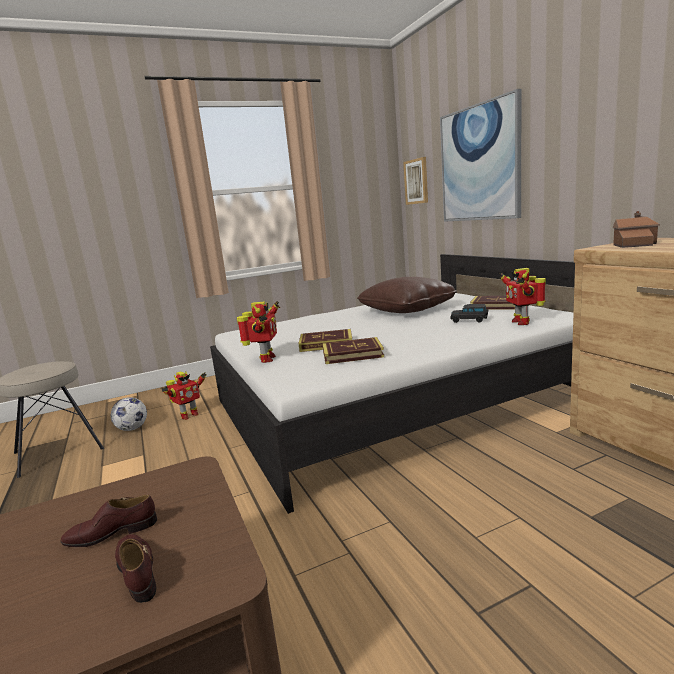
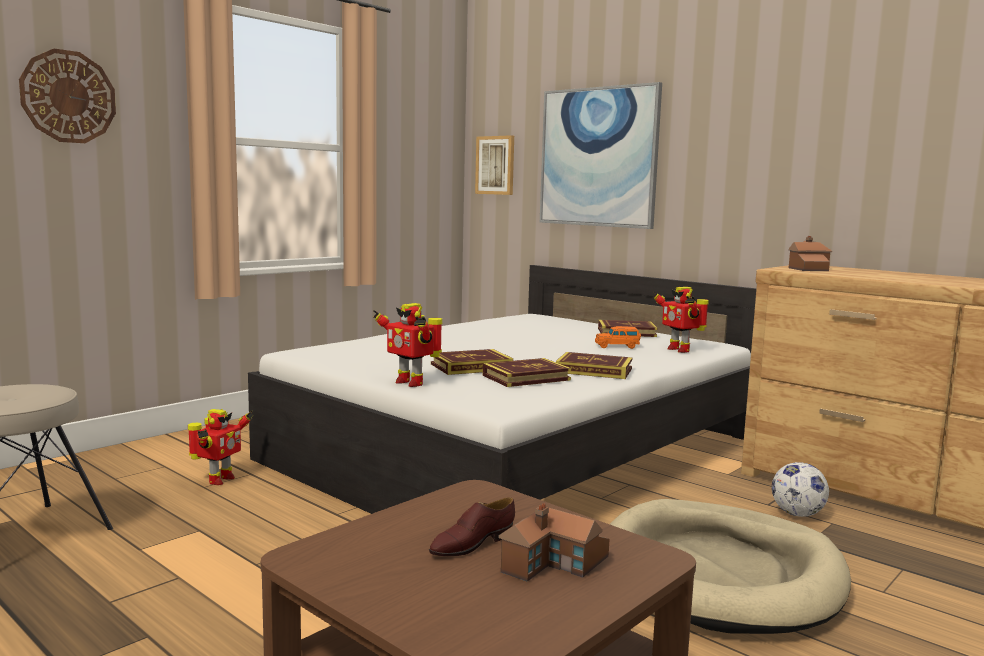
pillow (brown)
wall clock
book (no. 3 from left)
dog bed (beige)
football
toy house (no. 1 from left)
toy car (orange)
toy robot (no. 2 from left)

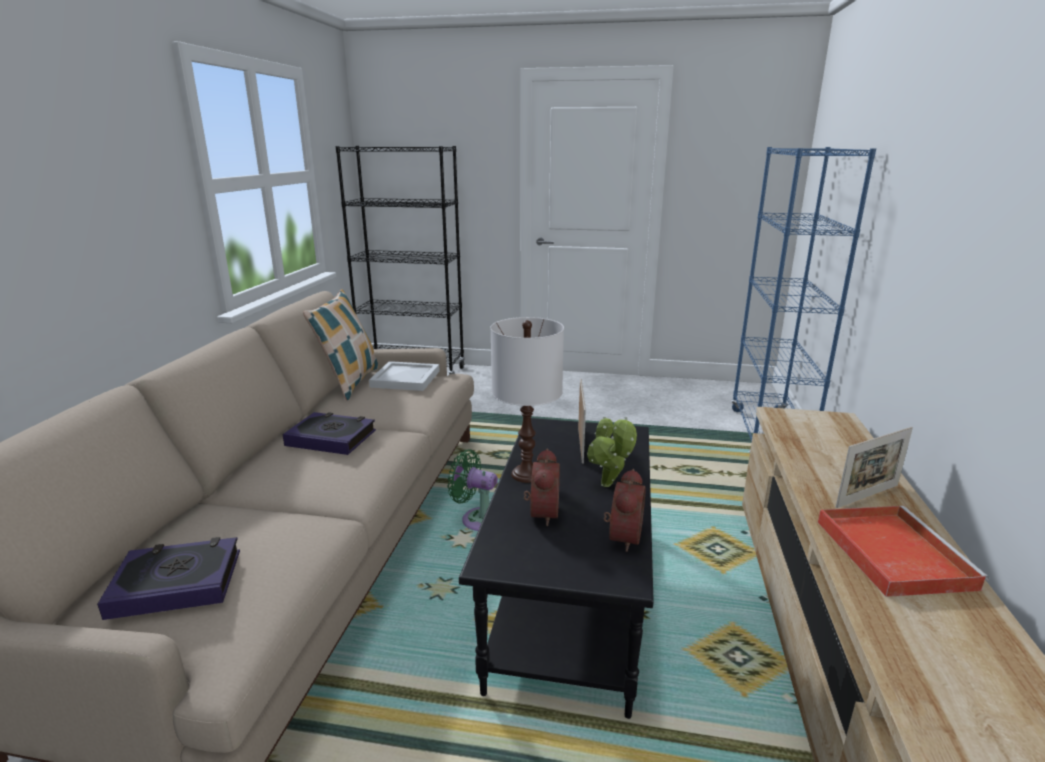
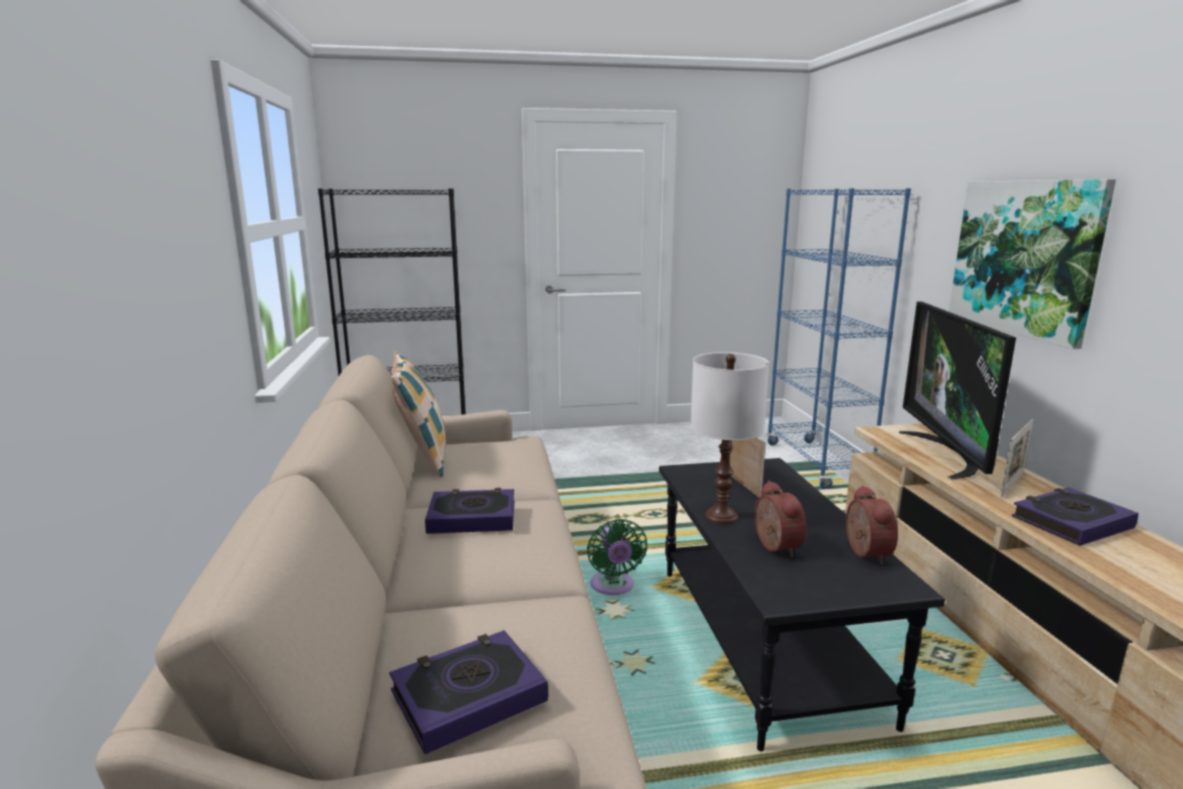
tray (white)
potted plant
television
picture
book (no. 3 from left)
fan (green)

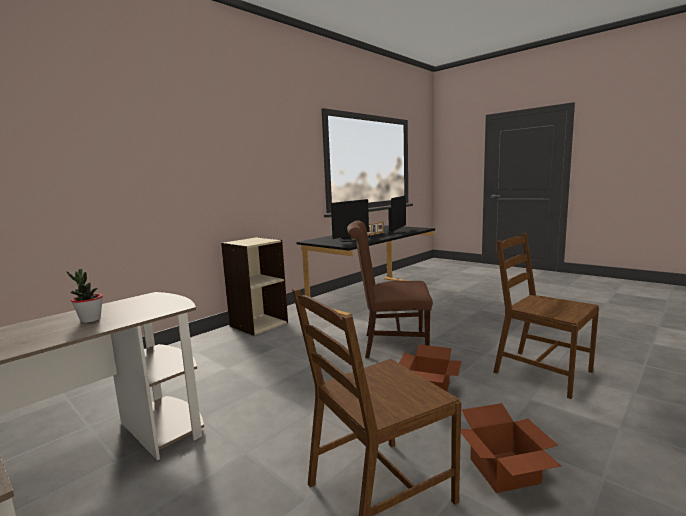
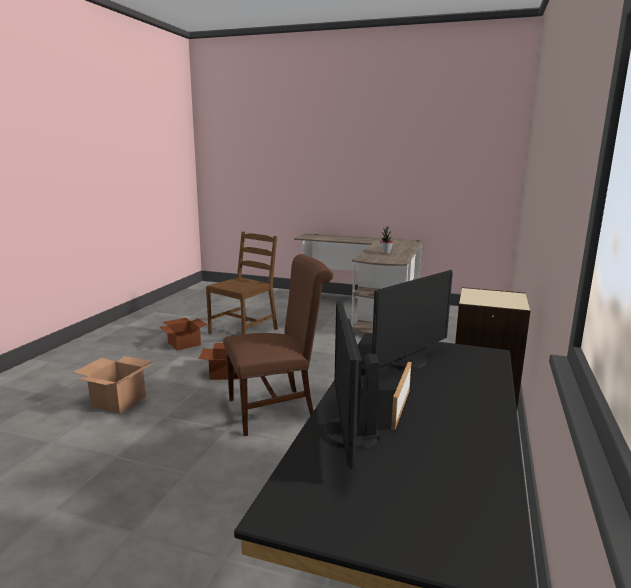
cardboard box (no. 1 from left)
monitor (no. 2 from left)

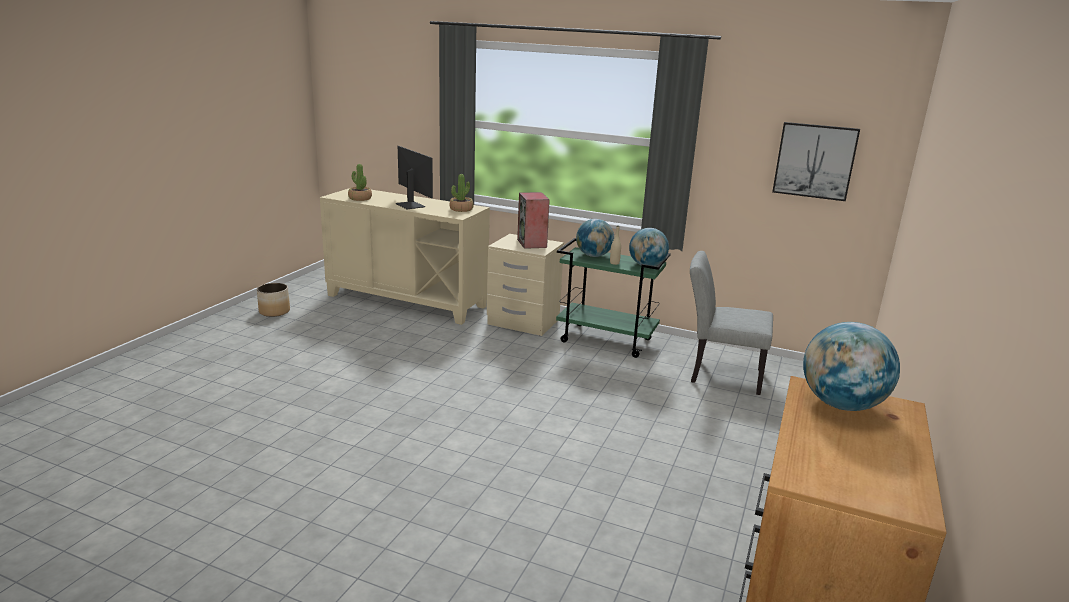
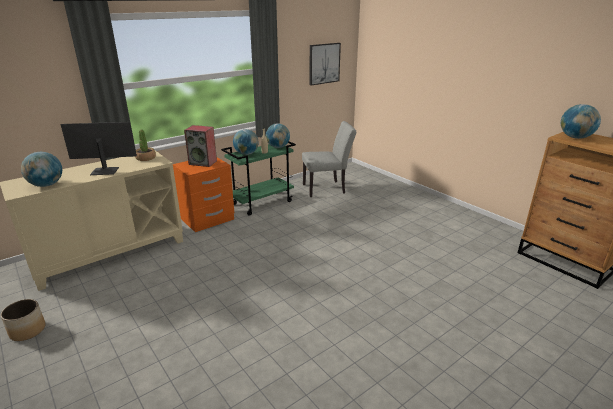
globe (no. 1 from left)
nightstand (orange)
chair (grey)

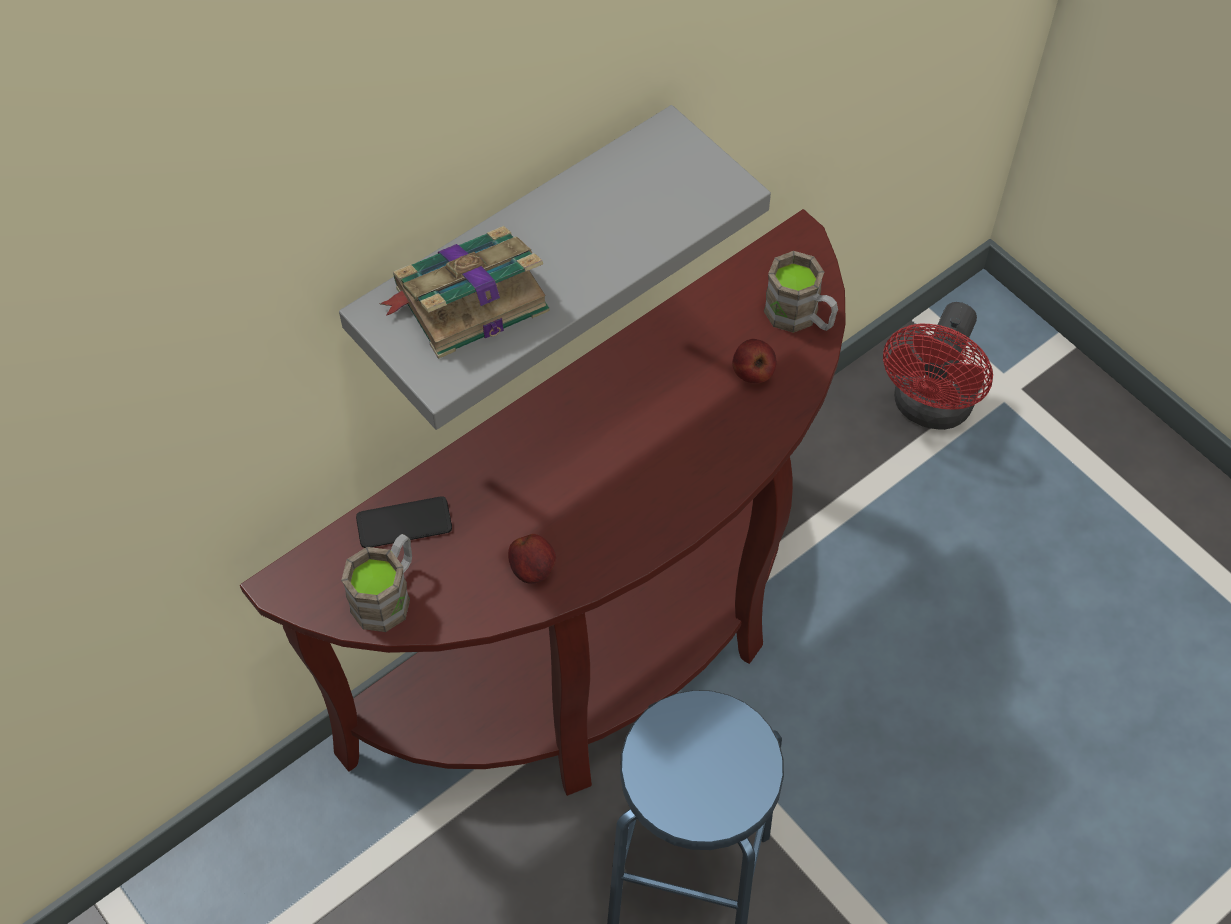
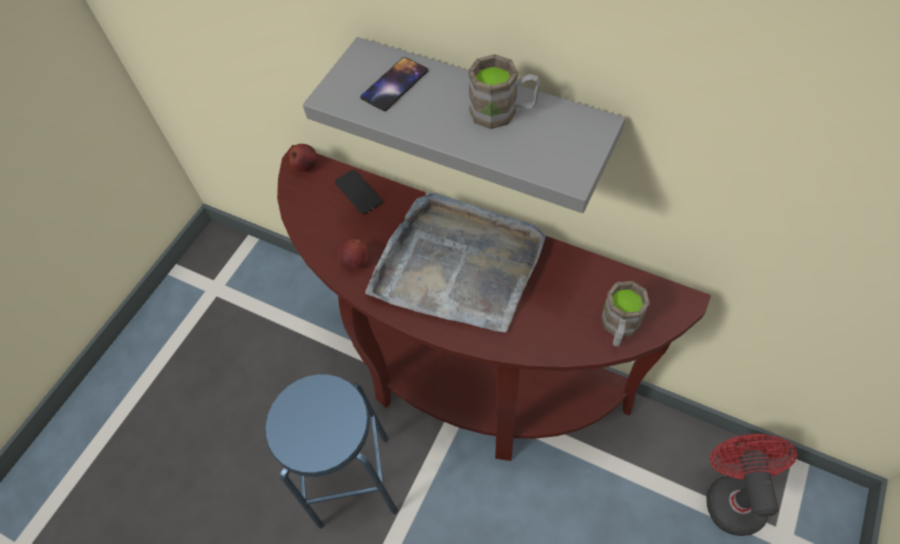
tray (grey)
mug (brown) (no. 1 from left)
apple (no. 1 from left)
phone (no. 2 from left)
fan (red)

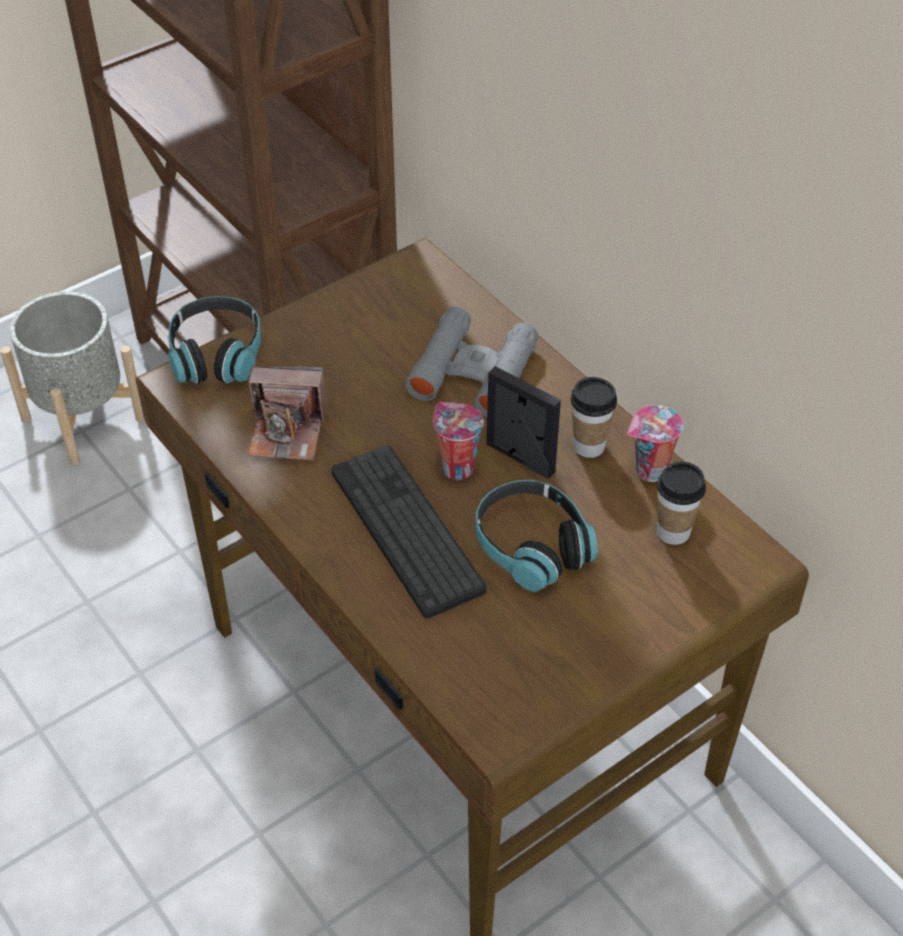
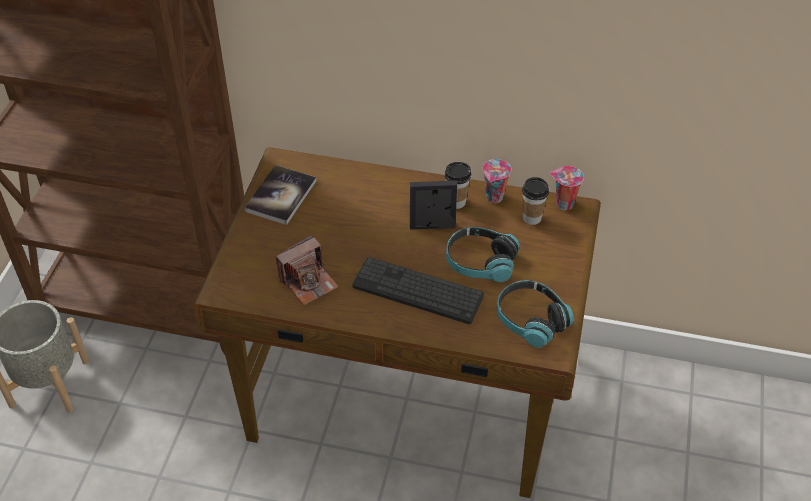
binoculars (grey)
book
headphones (no. 2 from left)
cup (no. 4 from left)

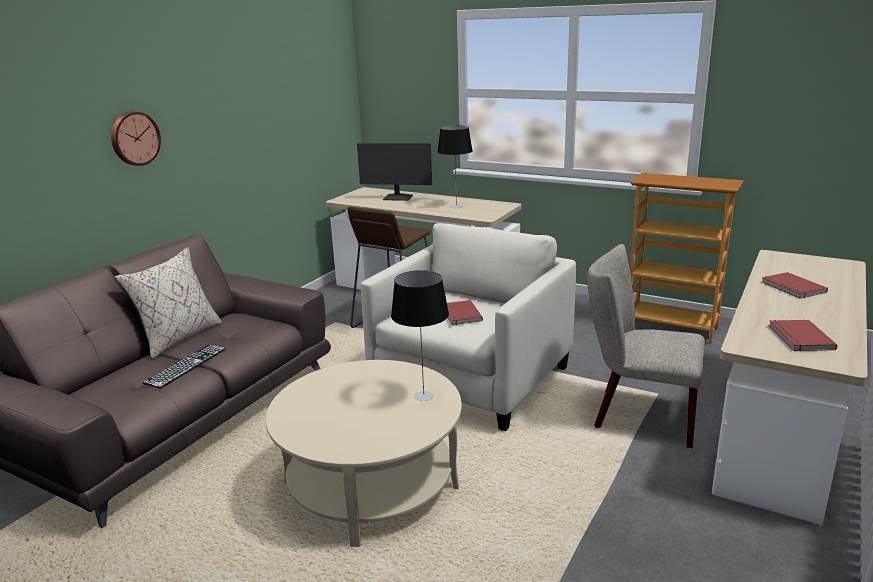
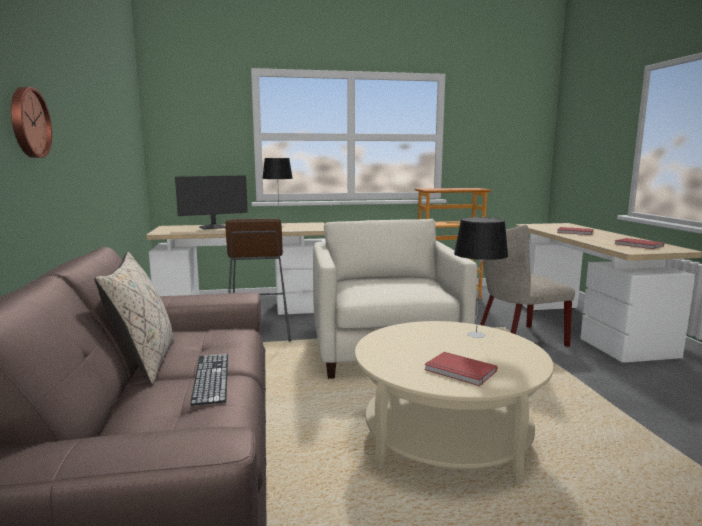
book (red) (no. 1 from left)

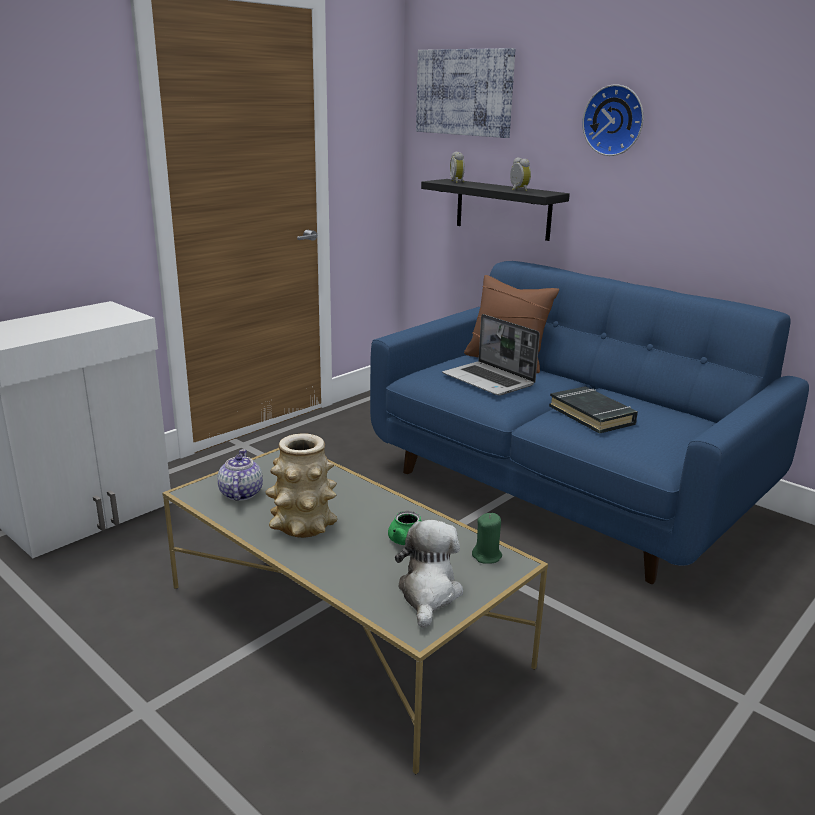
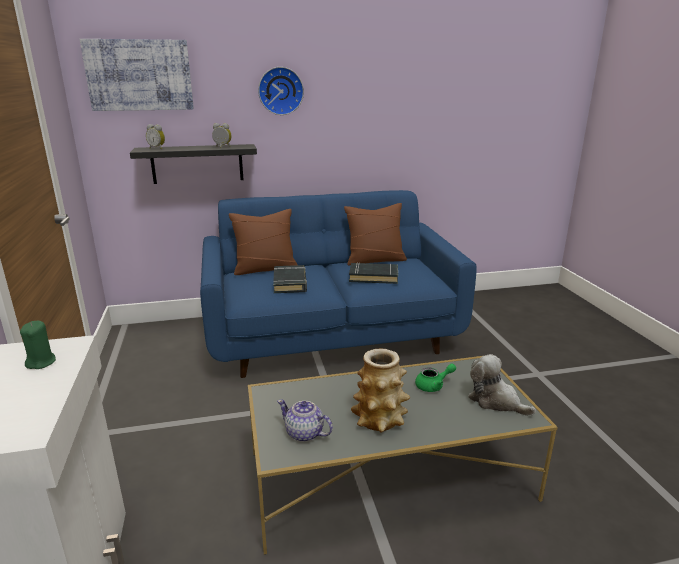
pillow (brown) (no. 2 from left)
candle (green)
book (black) (no. 1 from left)

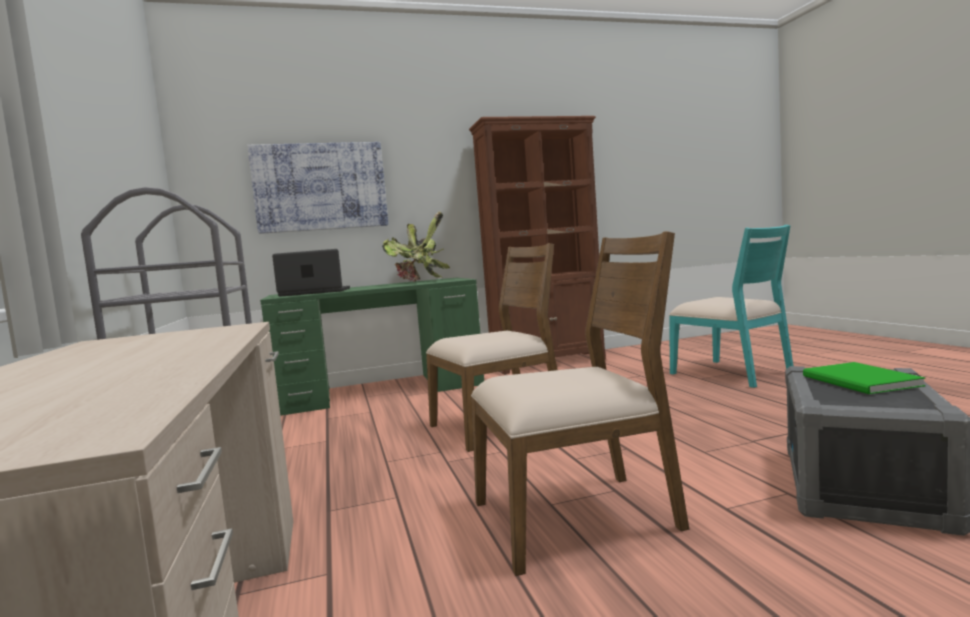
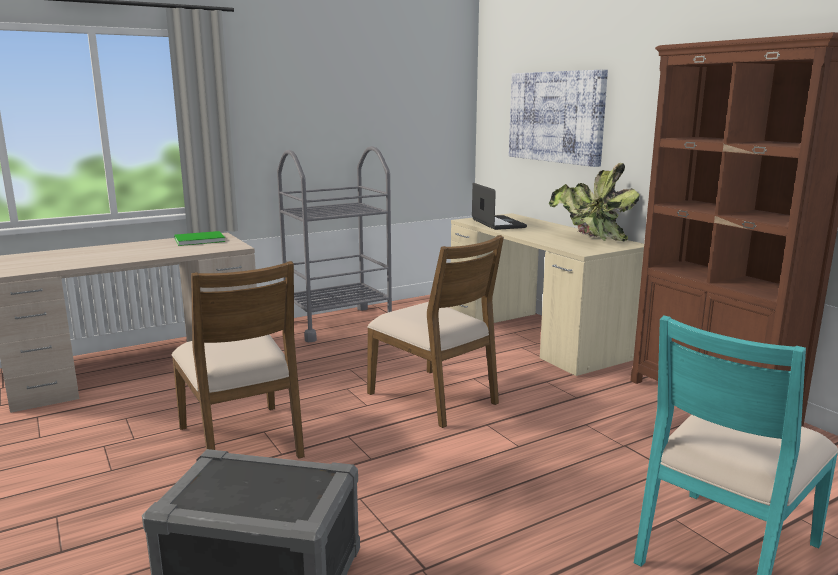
book (green)
desk (beige) (no. 2 from left)

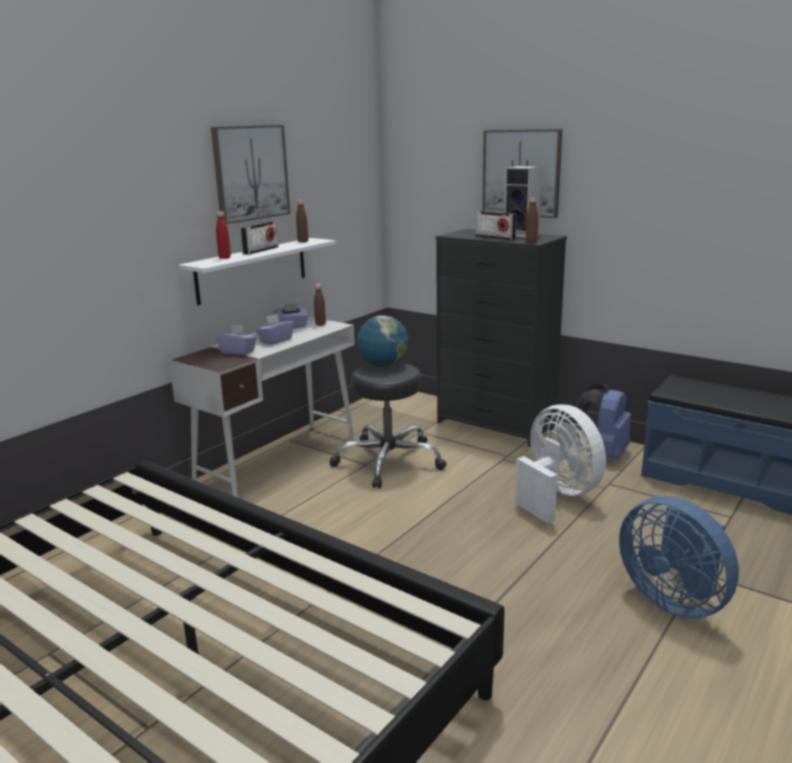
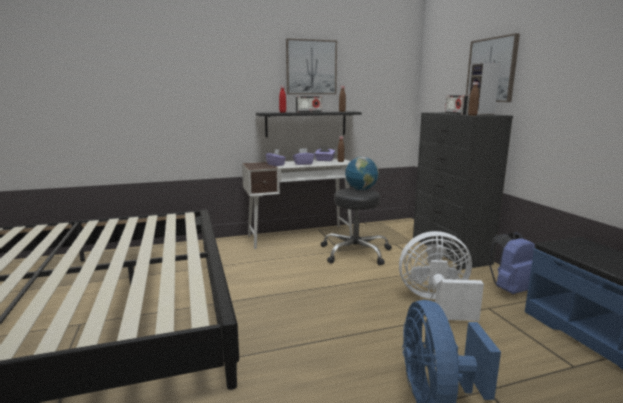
shelf (black)
fan (white)

